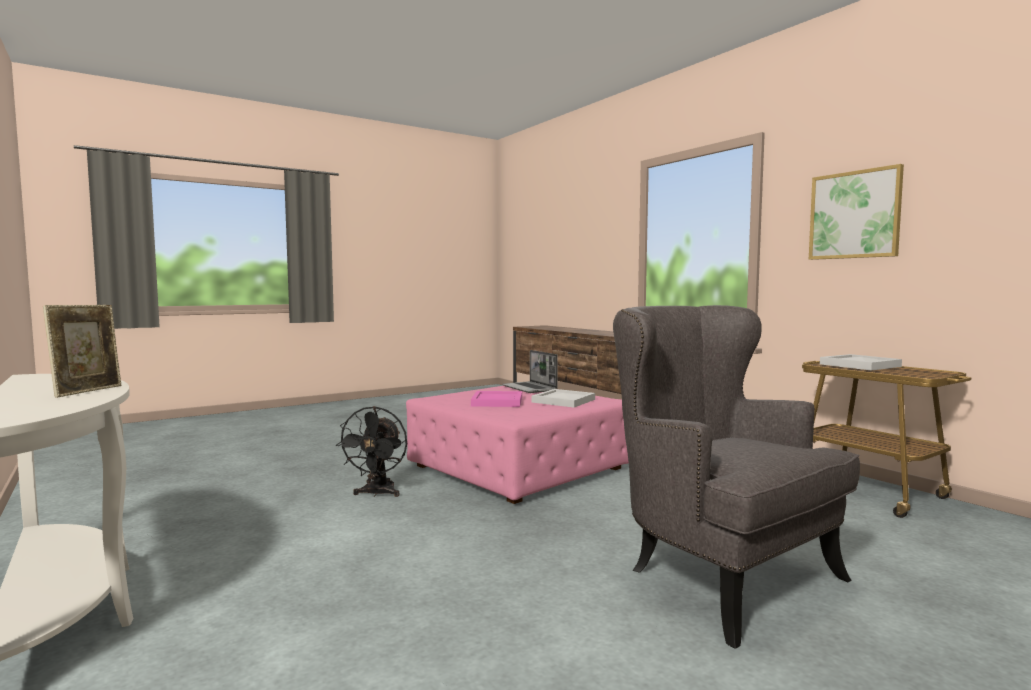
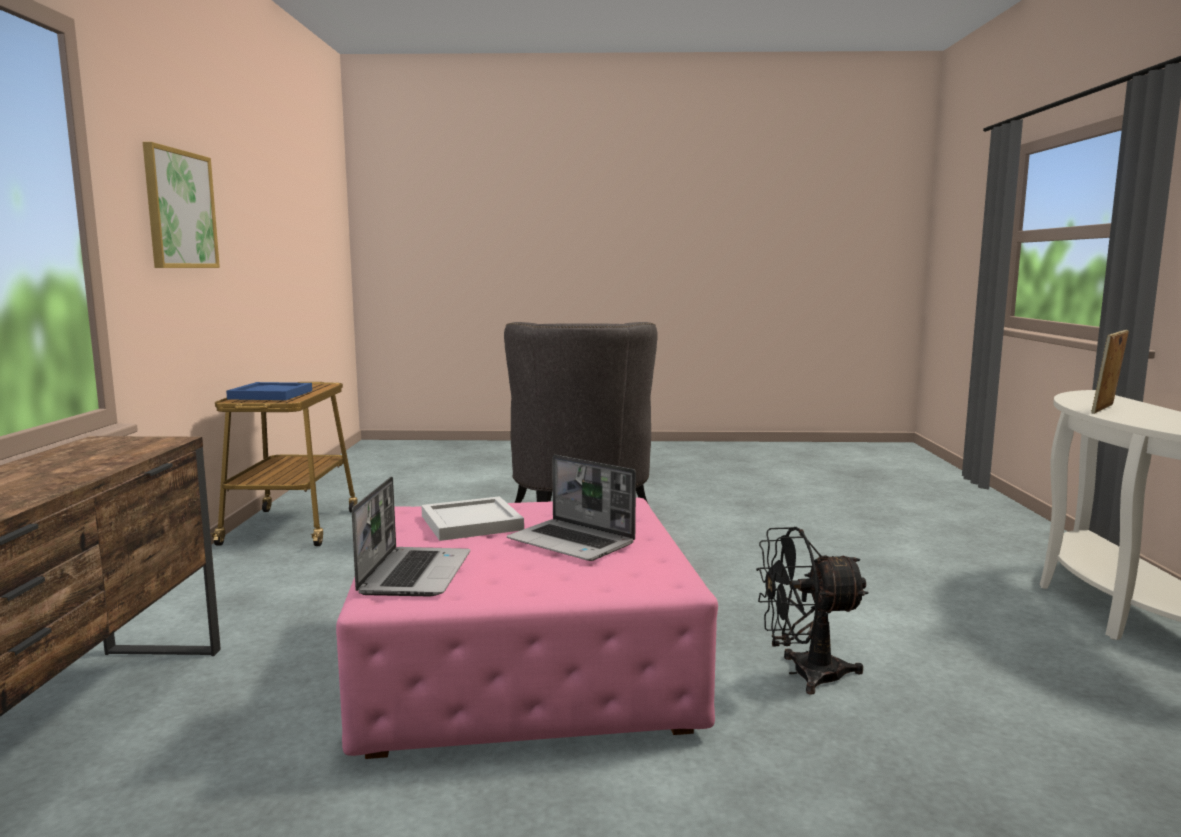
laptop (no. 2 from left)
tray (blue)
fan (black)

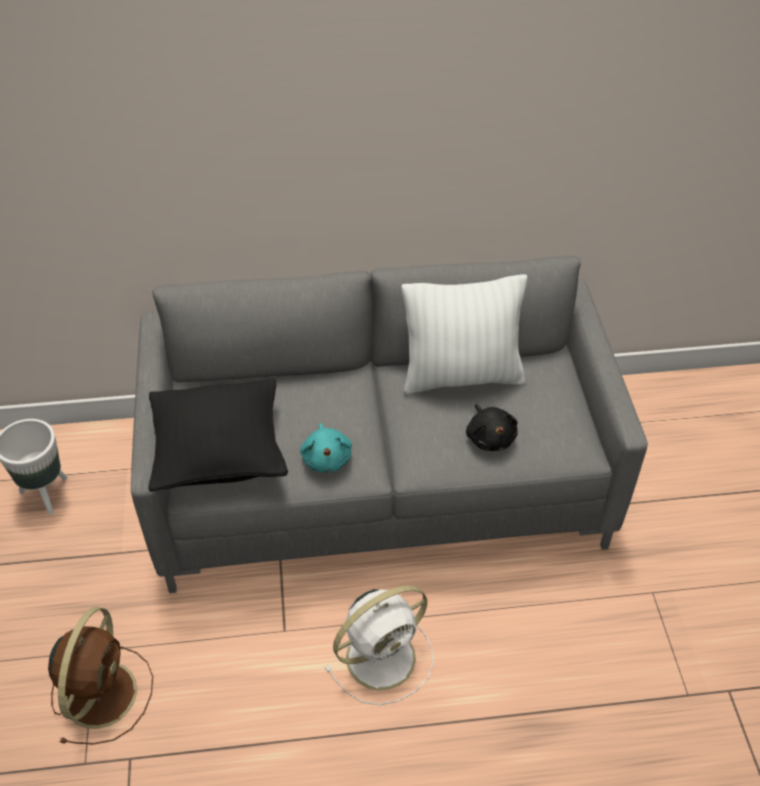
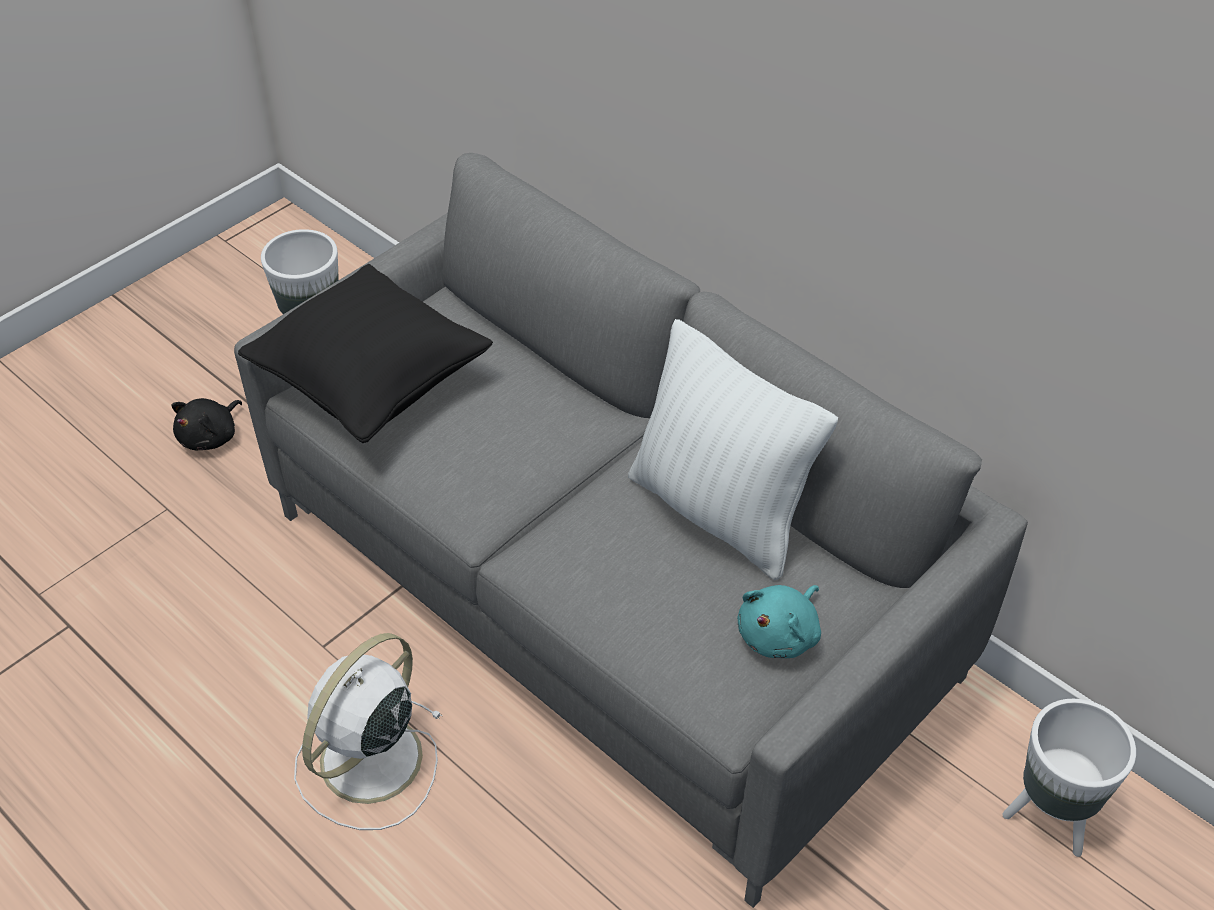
fan (brown)
planter (white) (no. 2 from left)
plush toy (turquoise)
plush toy (black)
fan (white)

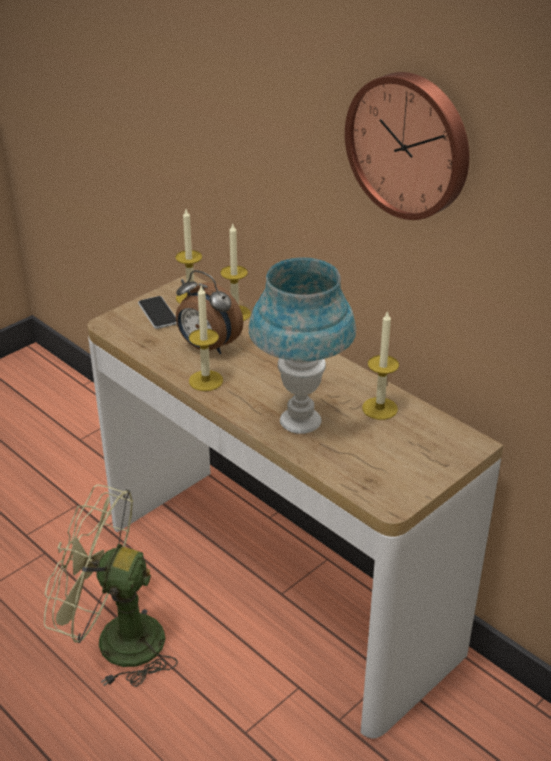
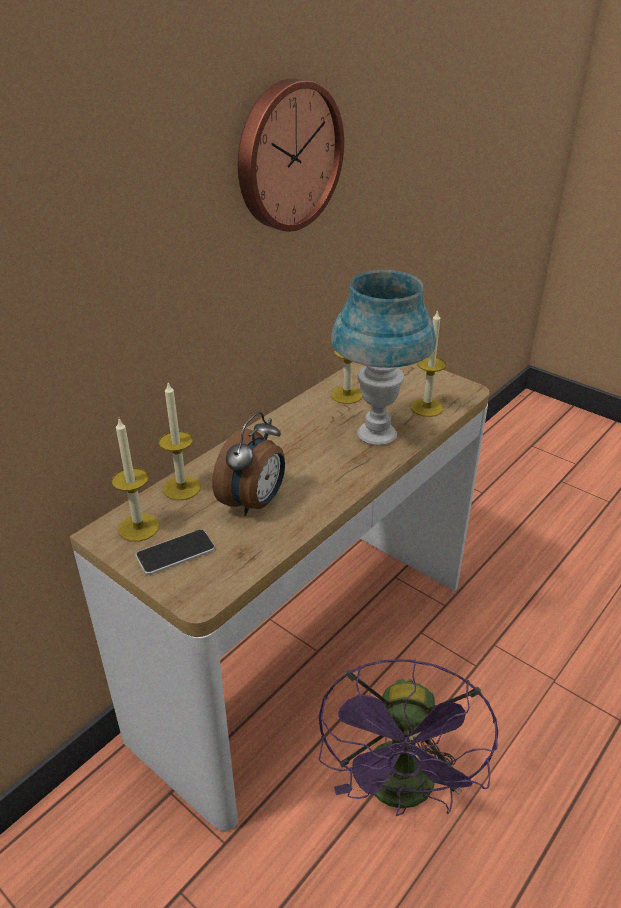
candle (no. 4 from left)
fan (purple)

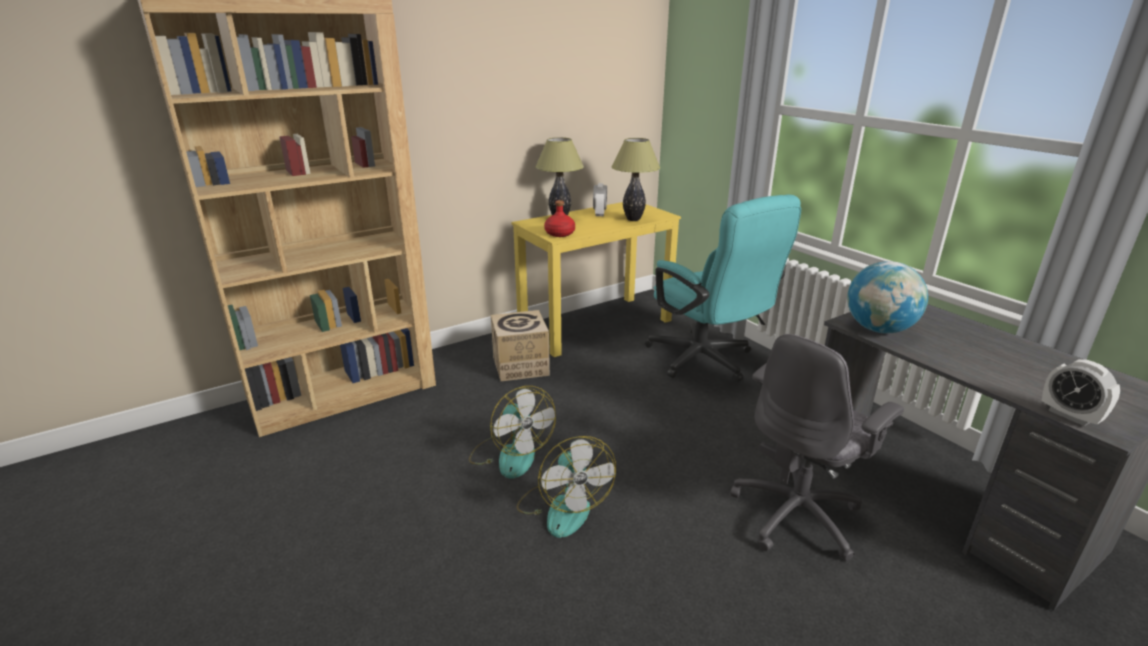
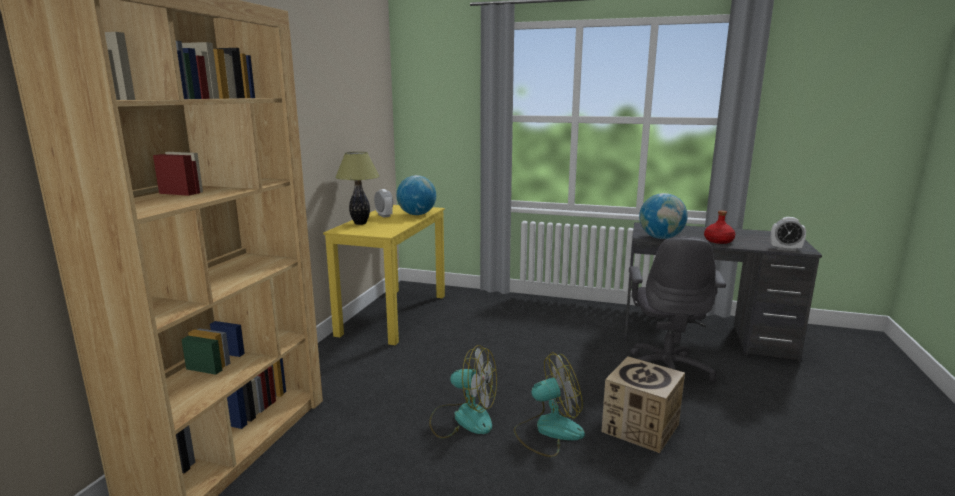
office chair (turquoise)
cardboard box
bottle (red)
globe (no. 1 from left)
fan (no. 2 from left)

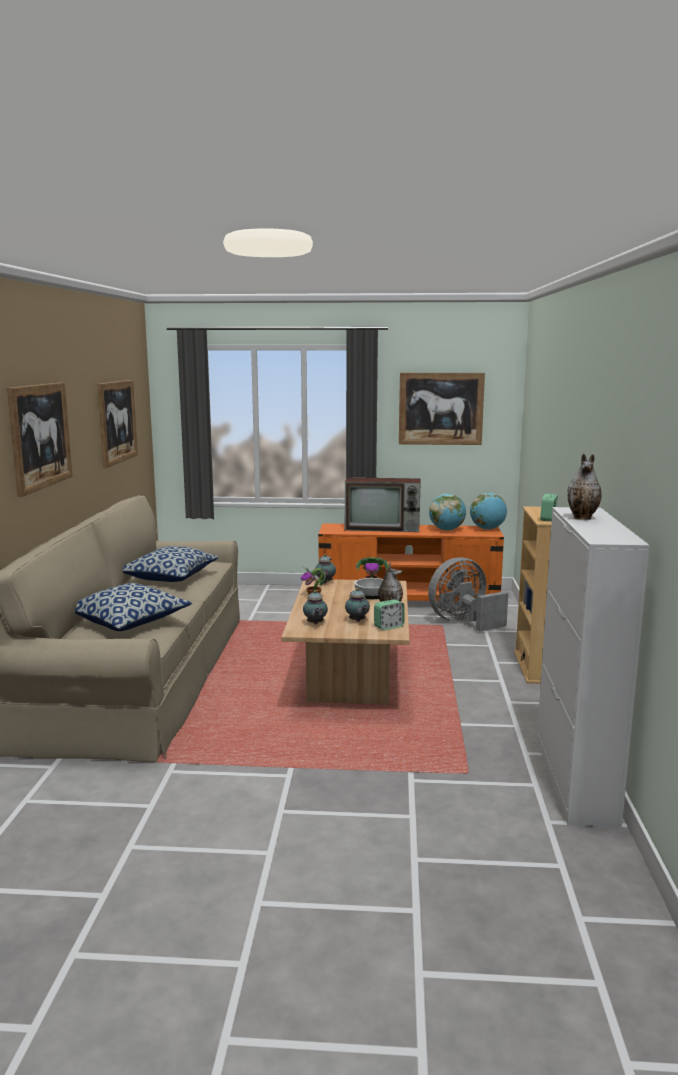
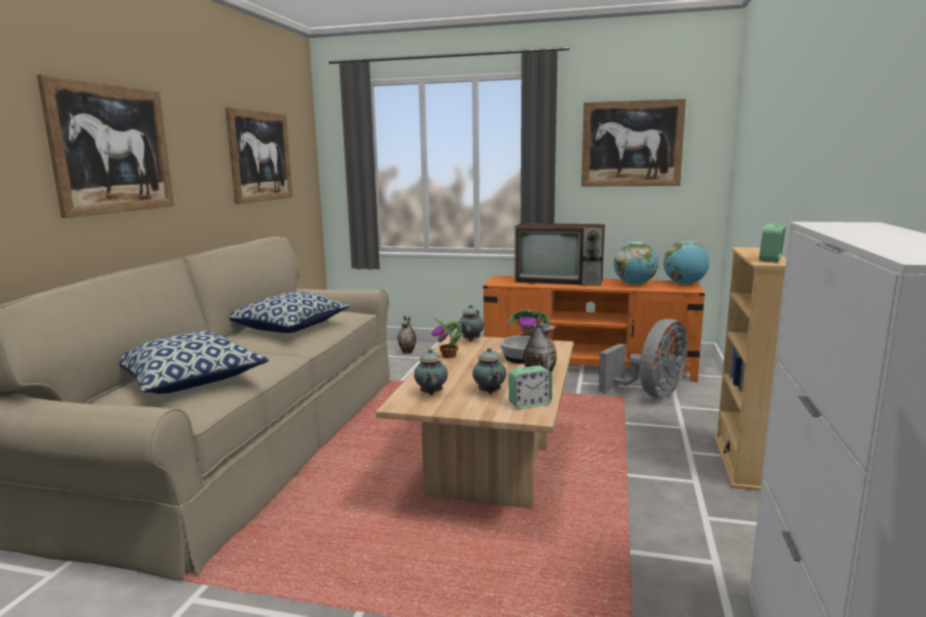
vase (no. 1 from left)
fan (grey)

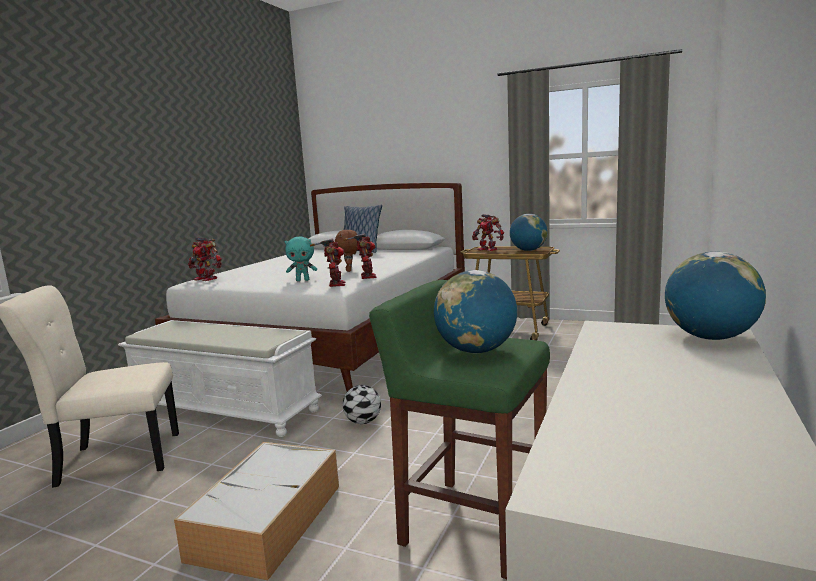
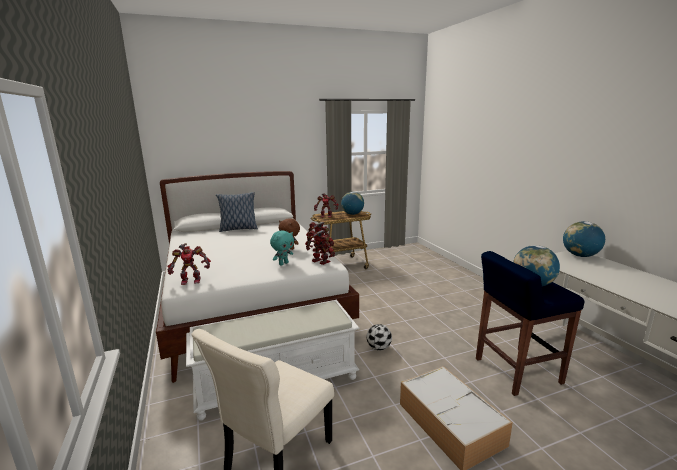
stool (blue)

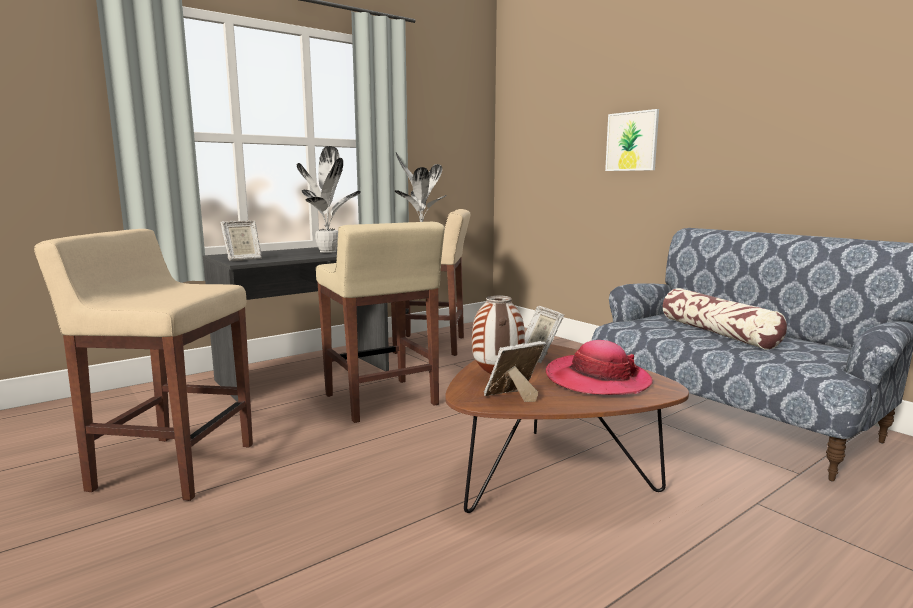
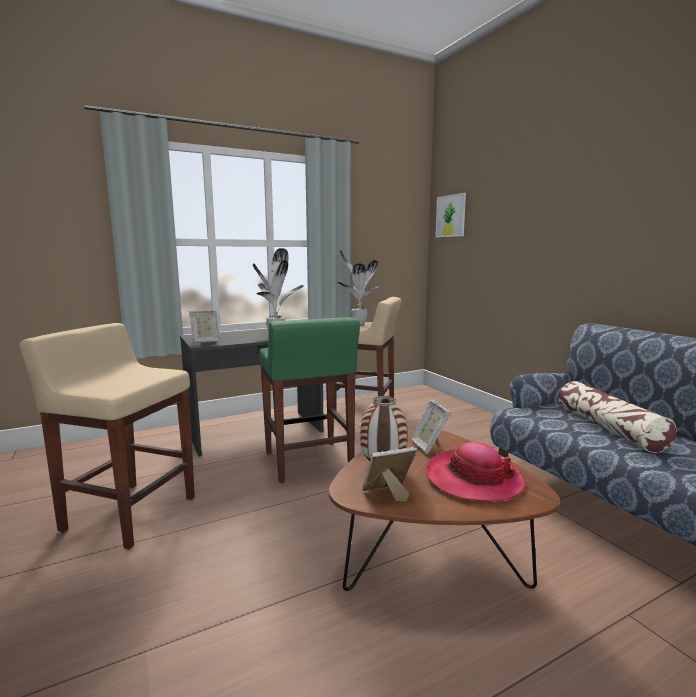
picture
stool (green)

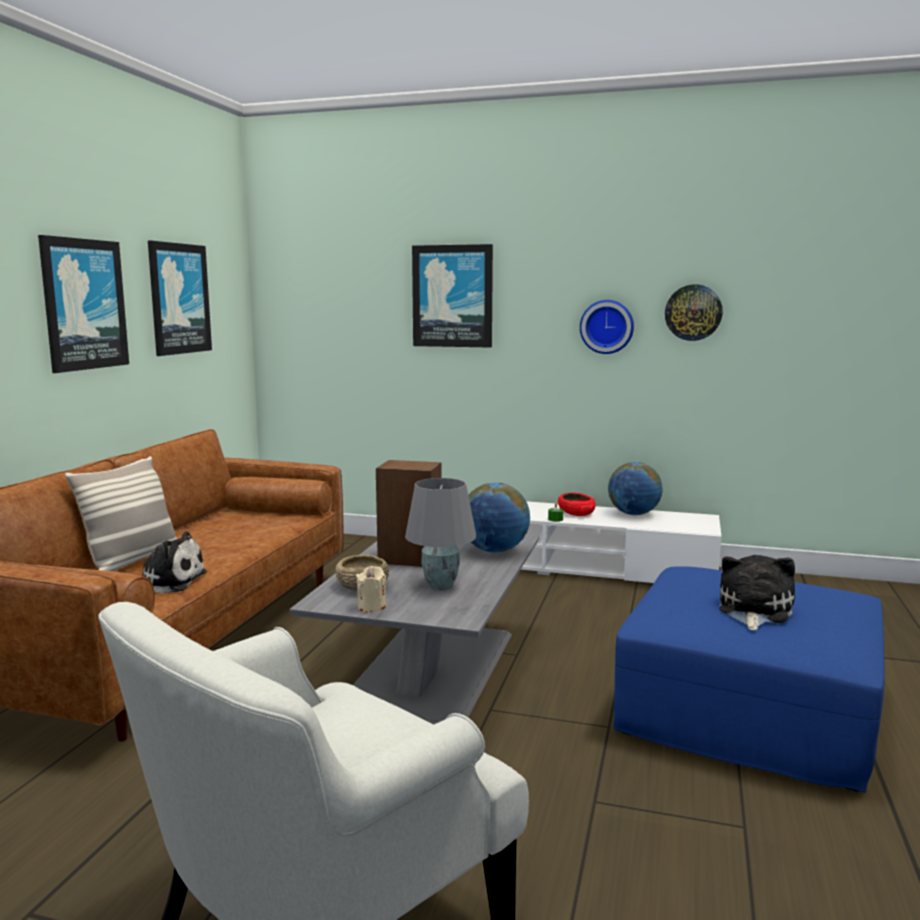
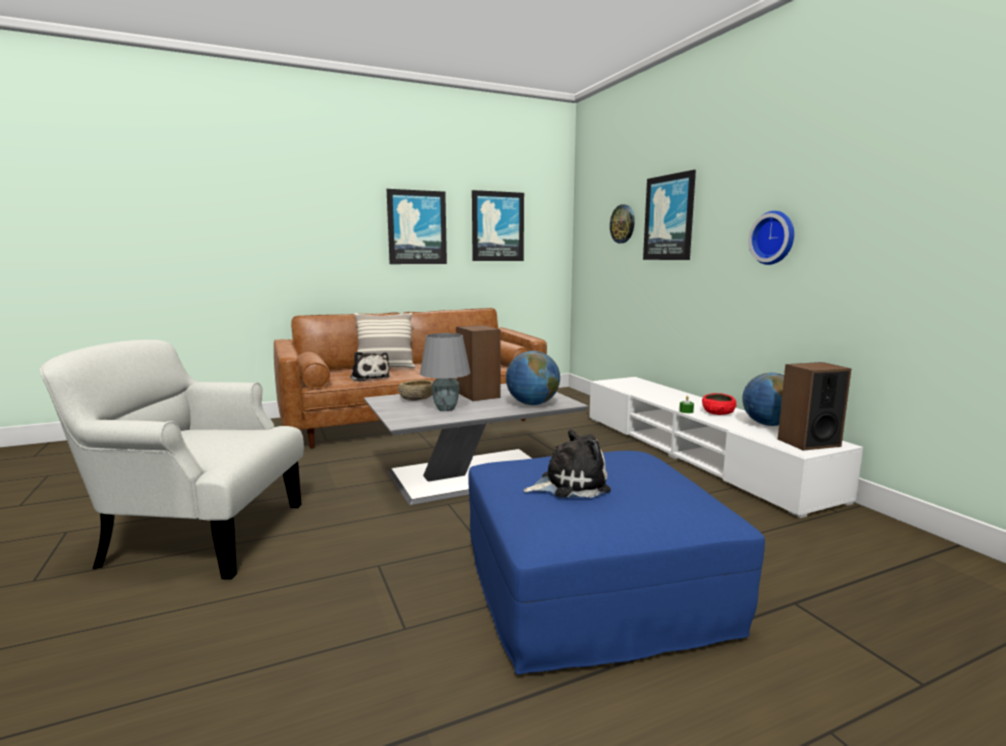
candle (beige)
speaker (no. 2 from left)
wall clock (no. 1 from left)

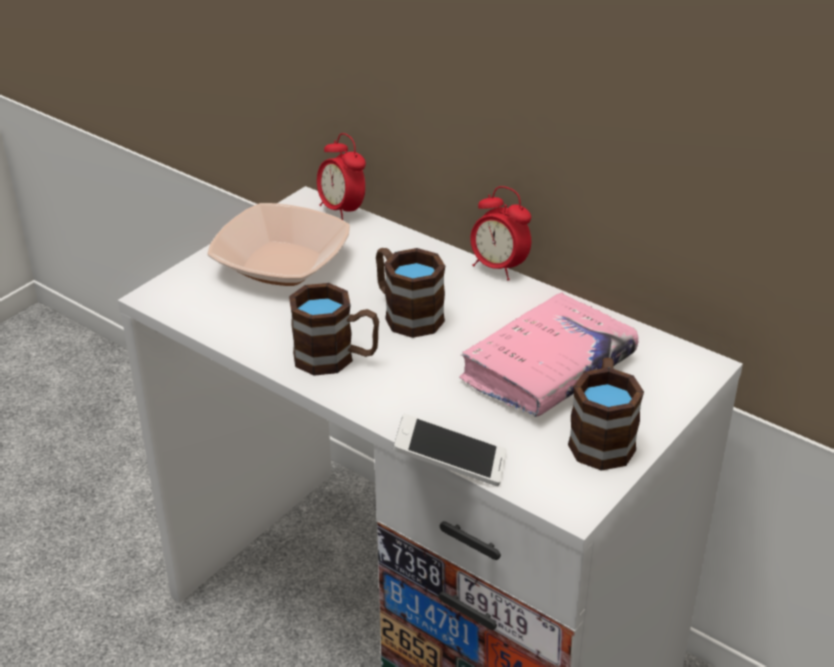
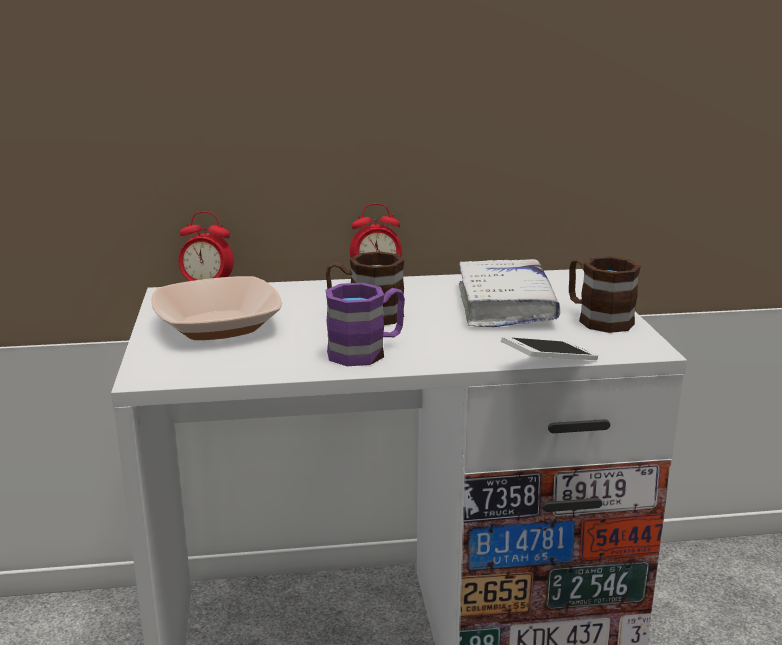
mug (purple)
book (white)

